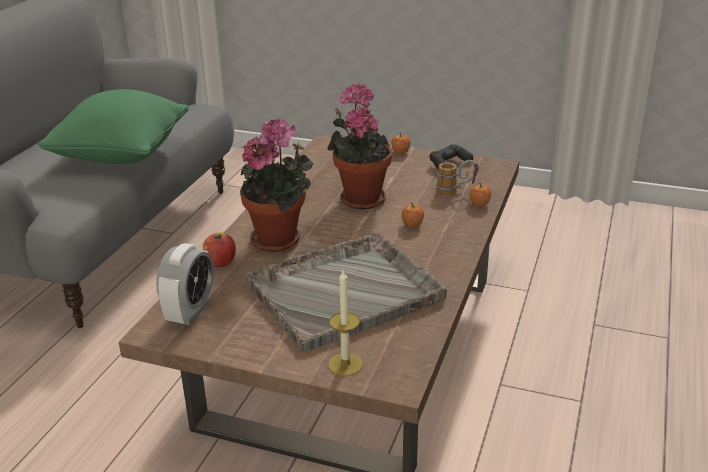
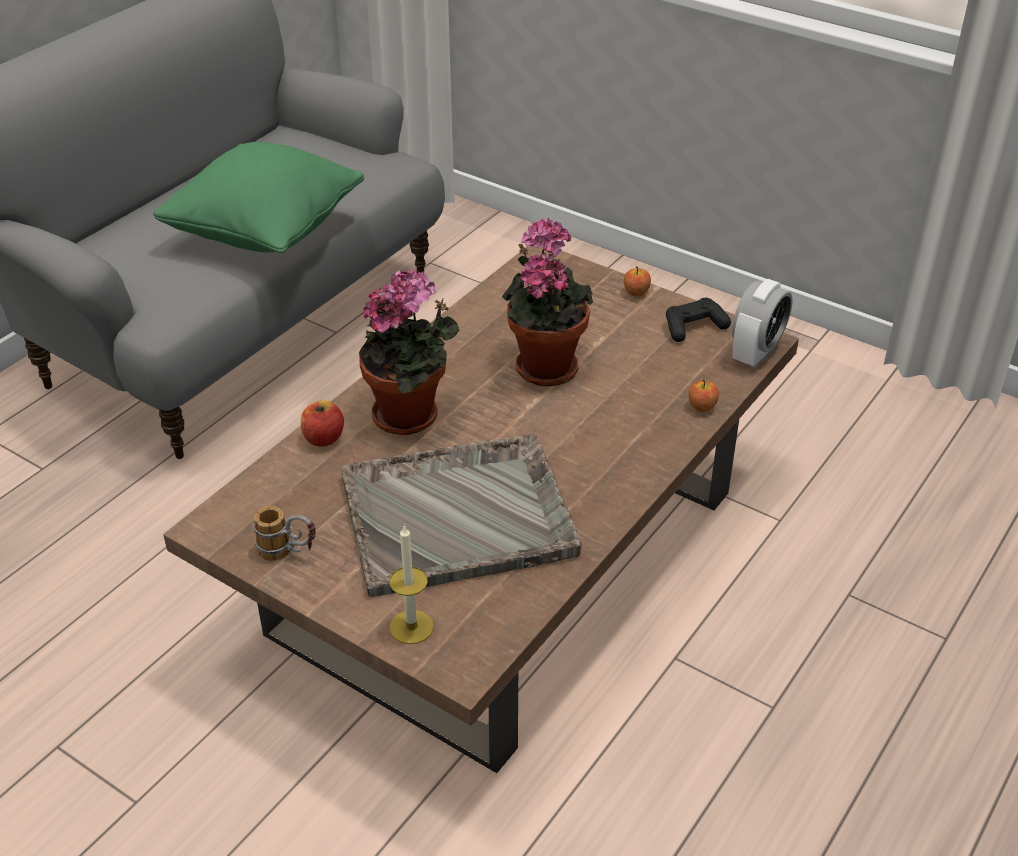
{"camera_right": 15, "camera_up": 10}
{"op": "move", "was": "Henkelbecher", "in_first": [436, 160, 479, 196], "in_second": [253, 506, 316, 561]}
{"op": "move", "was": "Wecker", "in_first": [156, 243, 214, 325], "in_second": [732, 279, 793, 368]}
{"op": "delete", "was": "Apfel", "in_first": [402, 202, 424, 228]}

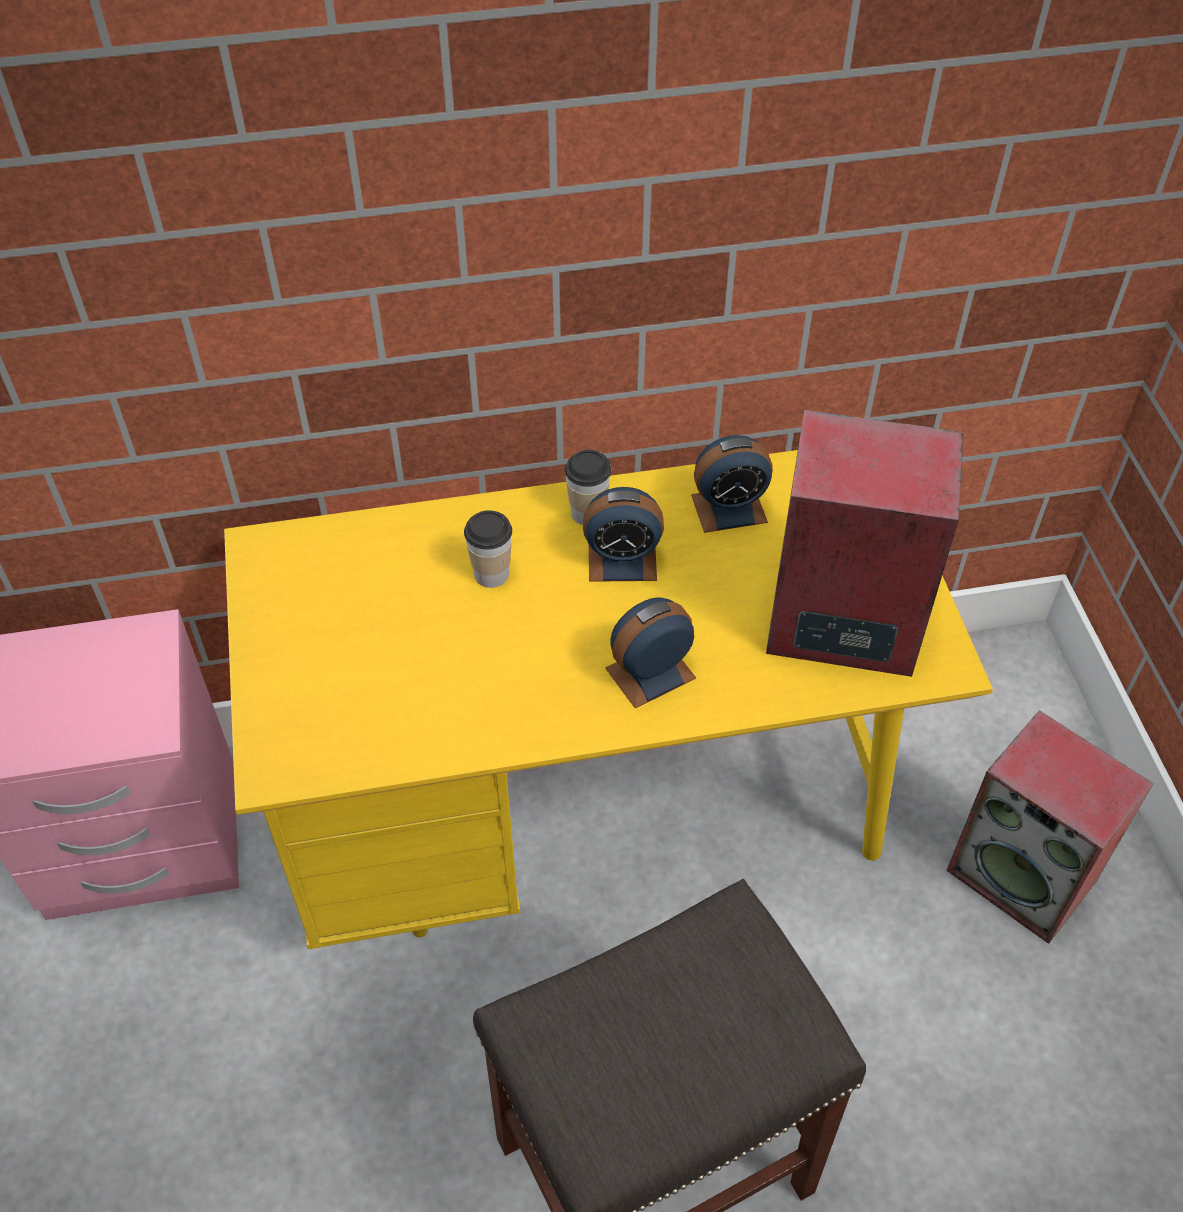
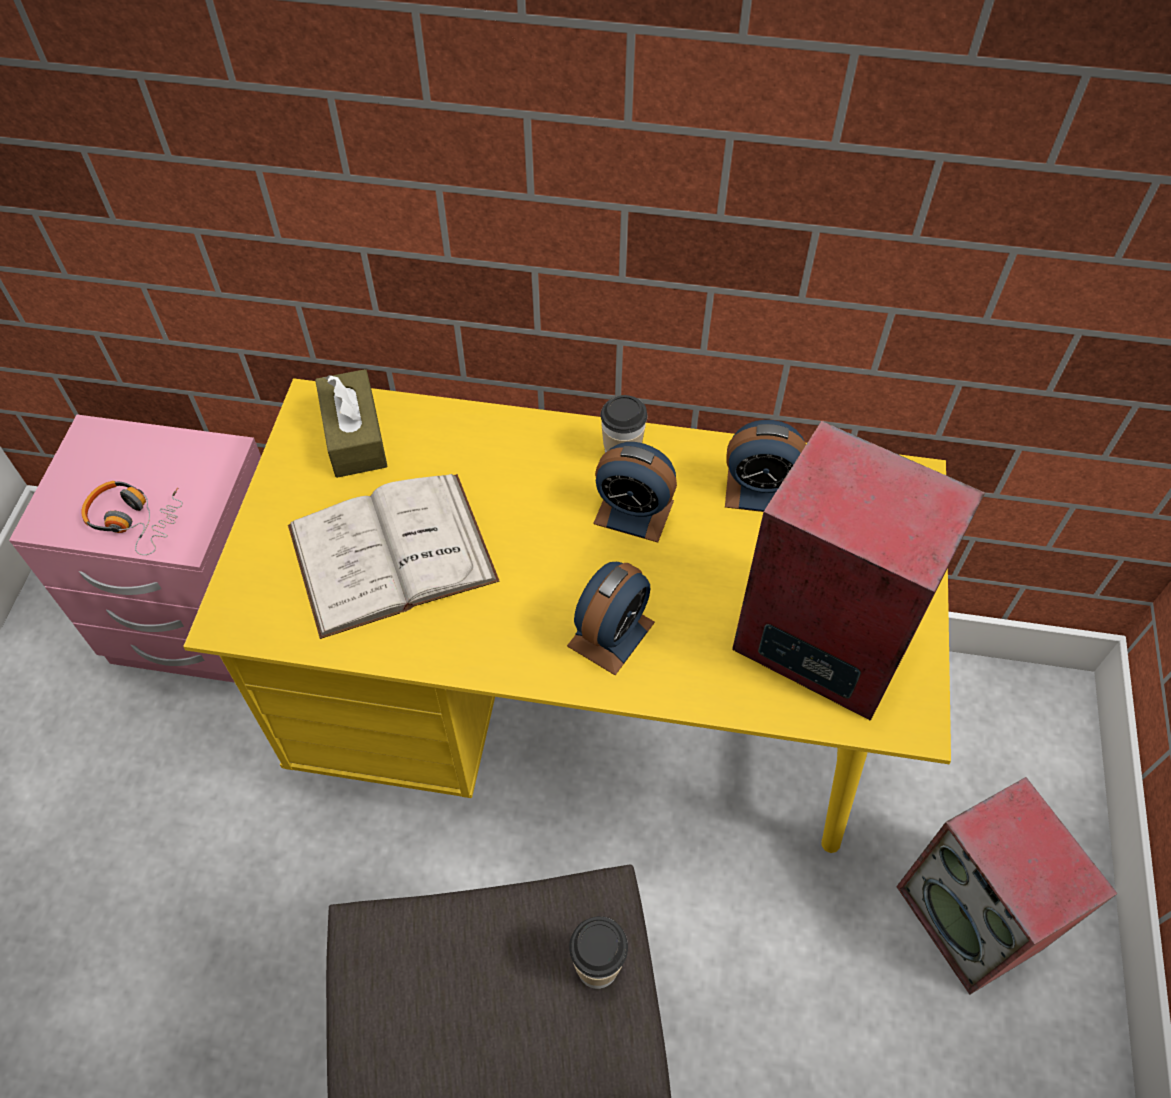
{"camera_right": 20, "camera_up": 5}
{"op": "insert", "now": "Kopfhörer", "in_second": [81, 481, 183, 555]}
{"op": "insert", "now": "Buch (weiß)", "in_second": [288, 474, 500, 639]}
{"op": "insert", "now": "Taschentuchbox (braun)", "in_second": [315, 369, 388, 478]}
{"op": "rotate", "was": "Wecker", "in_first": [605, 597, 696, 709], "in_second": [567, 562, 655, 675], "clockwise": 135}
{"op": "move", "was": "Tasse", "in_first": [464, 510, 512, 588], "in_second": [569, 916, 628, 989]}

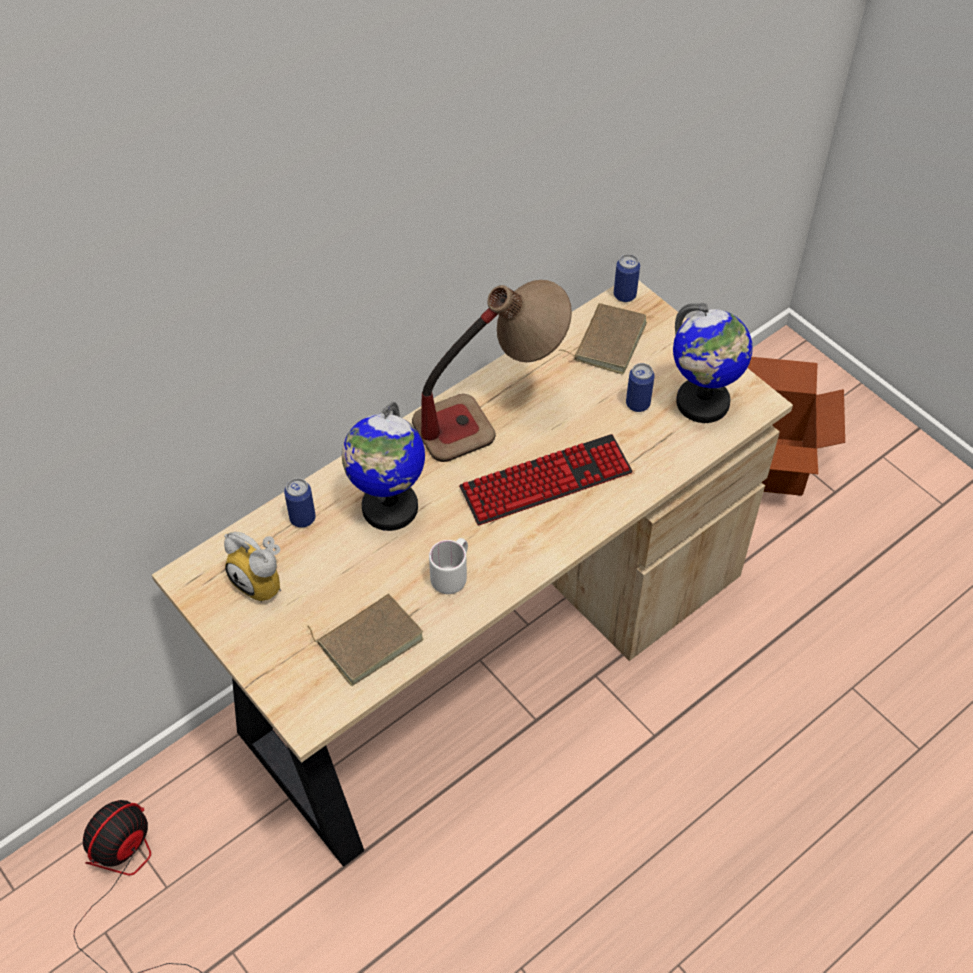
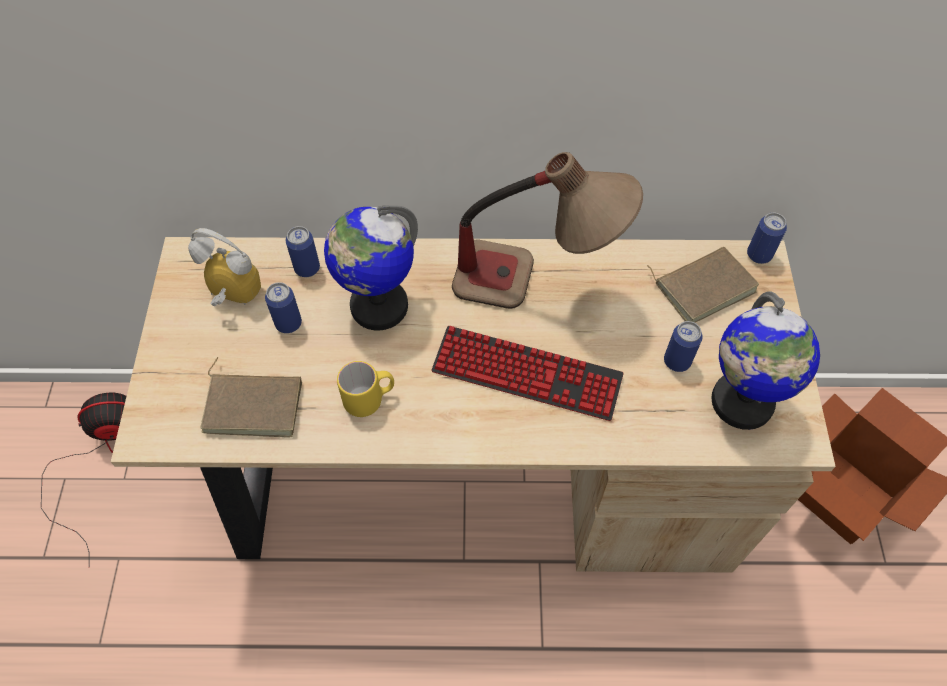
{"camera_right": 40, "camera_up": 5}
{"op": "rotate", "was": "Wecker", "in_first": [224, 532, 281, 602], "in_second": [188, 228, 261, 306], "clockwise": 120}
{"op": "insert", "now": "Dose", "in_second": [265, 282, 302, 333]}
{"op": "recolor", "was": "Henkelbecher (weiß)", "now": "Henkelbecher (gelb)", "in_first": [429, 538, 468, 594], "in_second": [337, 361, 394, 417]}

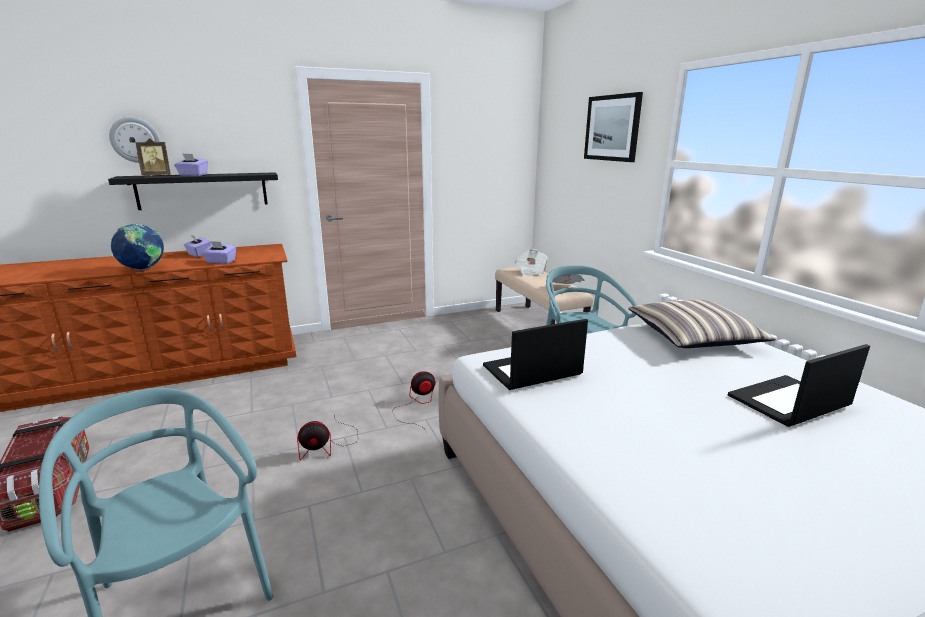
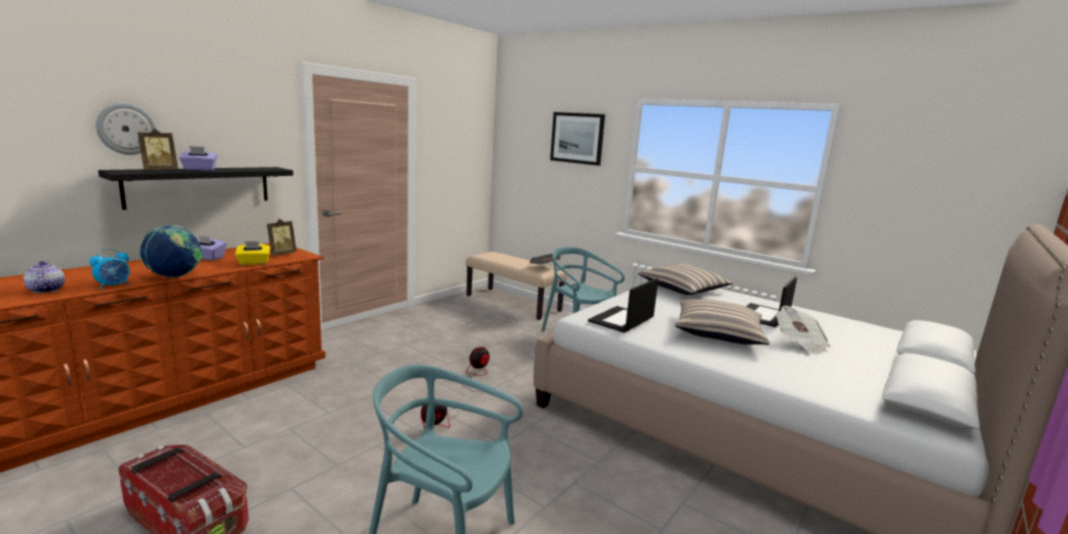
{"camera_right": -30, "camera_up": -5}
{"op": "insert", "now": "Teekanne", "in_second": [23, 261, 65, 293]}
{"op": "insert", "now": "Wecker", "in_second": [89, 249, 130, 290]}
{"op": "recolor", "was": "Taschentuchbox (lila)", "now": "Taschentuchbox (gelb)", "in_first": [202, 241, 236, 264], "in_second": [235, 241, 271, 265]}
{"op": "insert", "now": "Bilderrahmen", "in_second": [267, 219, 297, 256]}
{"op": "insert", "now": "Kissen", "in_second": [675, 299, 770, 345]}
{"op": "move", "was": "Zeitung", "in_first": [515, 249, 549, 277], "in_second": [776, 306, 831, 355]}

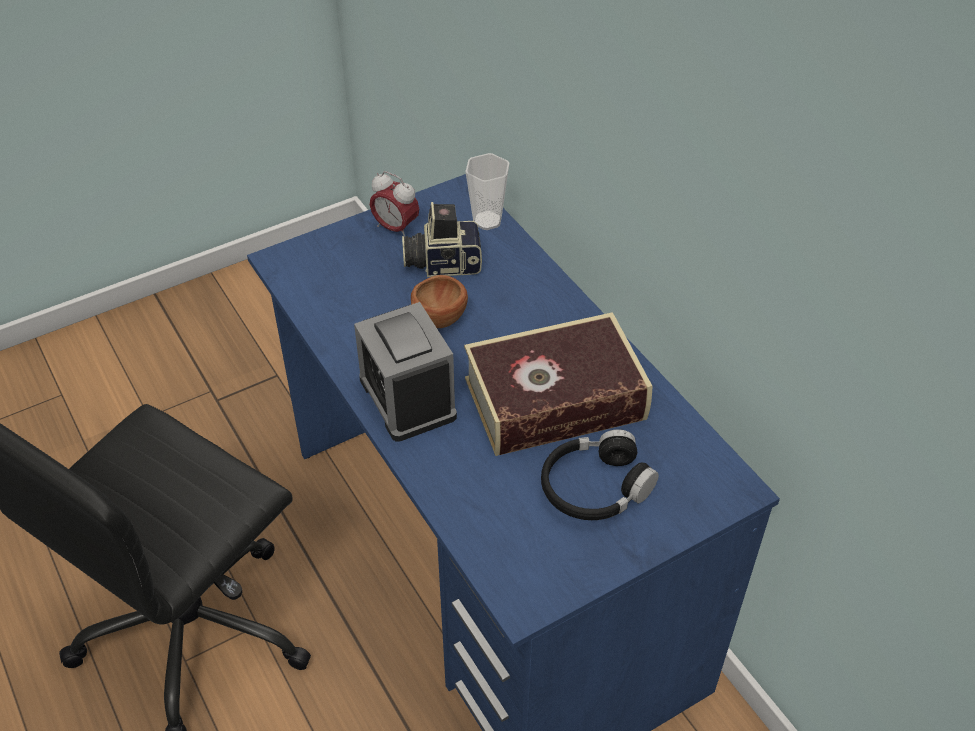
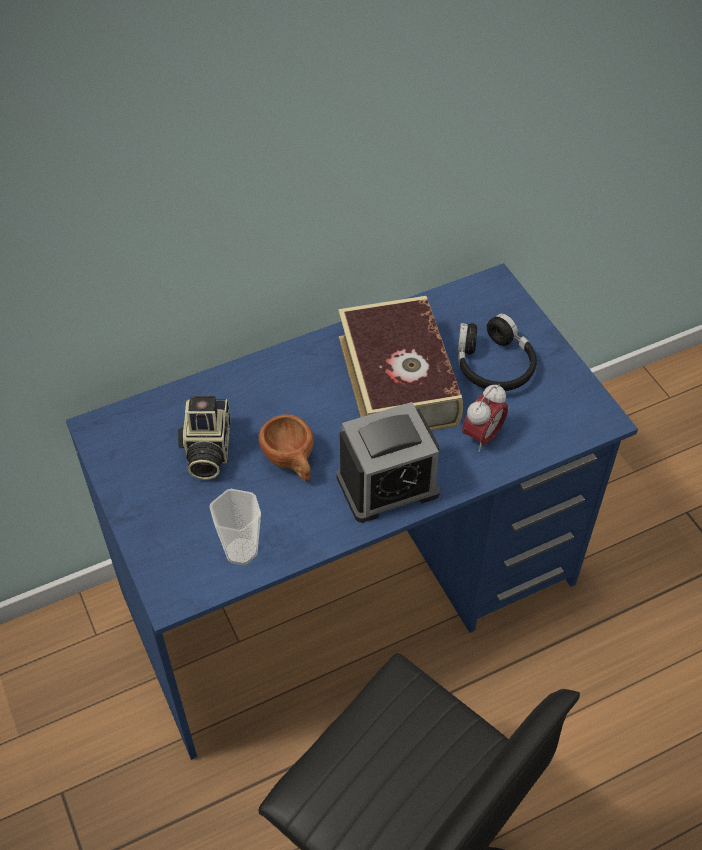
{"camera_right": -85, "camera_up": 5}
{"op": "move", "was": "Tasse", "in_first": [465, 153, 509, 230], "in_second": [209, 489, 261, 565]}
{"op": "move", "was": "Wecker", "in_first": [370, 171, 419, 237], "in_second": [462, 384, 508, 452]}

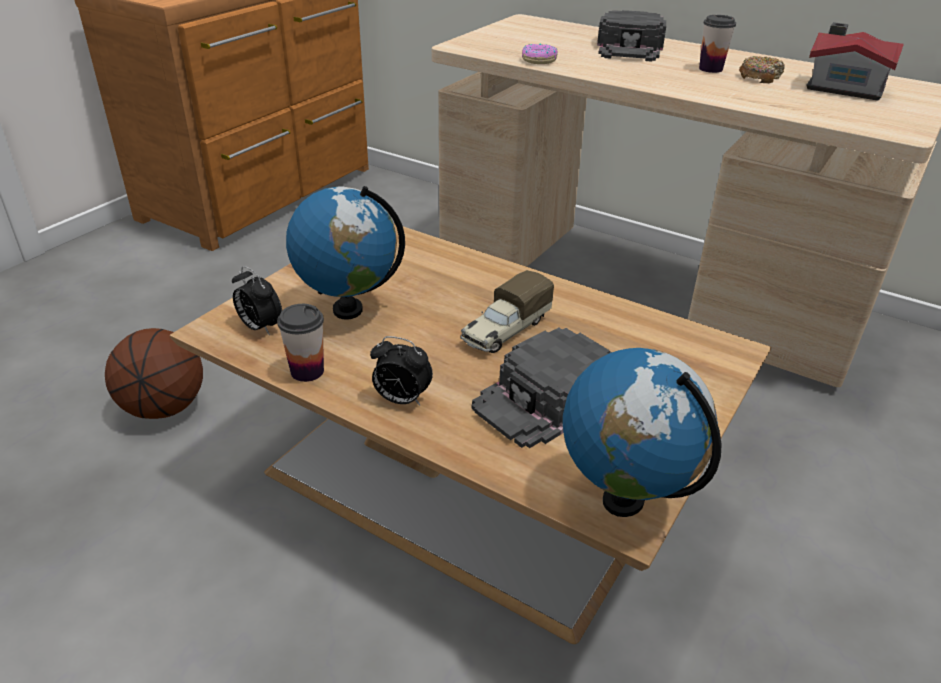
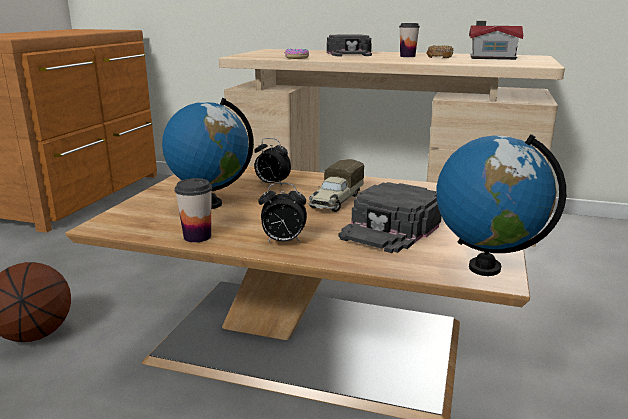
{"camera_right": -15, "camera_up": -15}
{"op": "move", "was": "Wecker", "in_first": [232, 266, 282, 336], "in_second": [254, 138, 291, 185]}

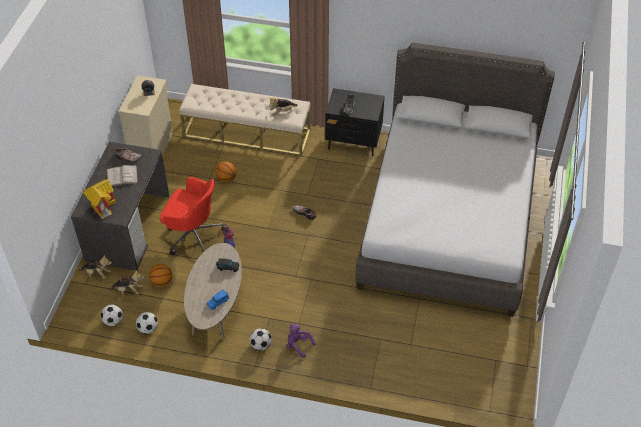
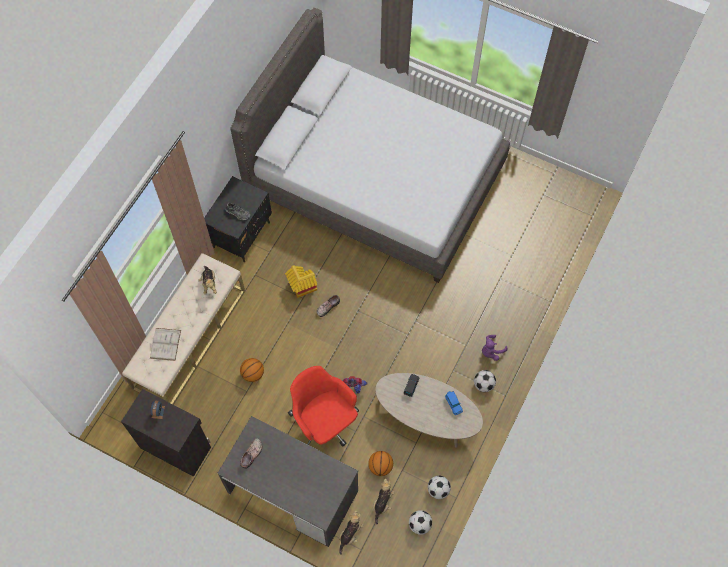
{"camera_right": -75, "camera_up": 15}
{"op": "recolor", "was": "Schrank (beige)", "now": "Schrank (schwarz)", "in_first": [119, 75, 173, 156], "in_second": [121, 389, 211, 477]}
{"op": "move", "was": "Buch (weiß)", "in_first": [107, 165, 138, 186], "in_second": [150, 328, 181, 361]}
{"op": "move", "was": "Spielzeughaus", "in_first": [83, 179, 116, 219], "in_second": [285, 265, 317, 298]}
{"op": "rotate", "was": "Bürostuhl (rot)", "in_first": [160, 177, 227, 255], "in_second": [288, 366, 359, 447], "clockwise": -75}

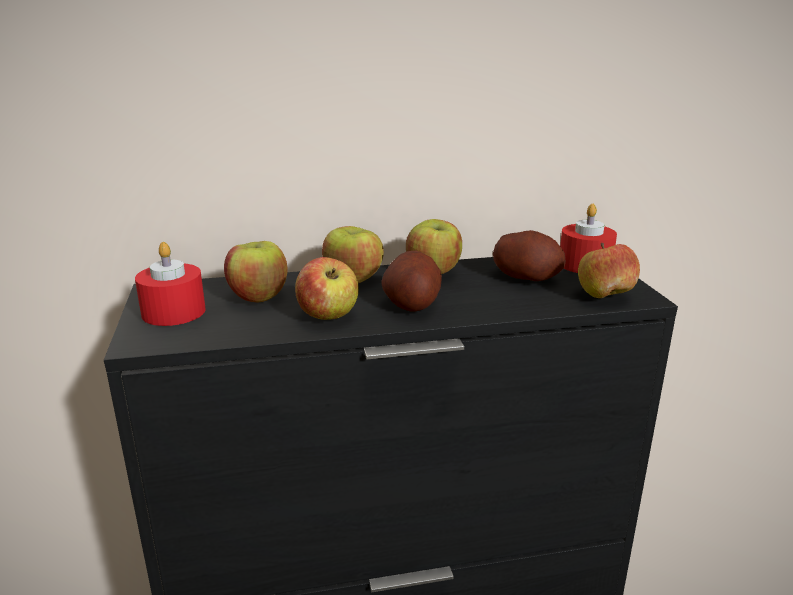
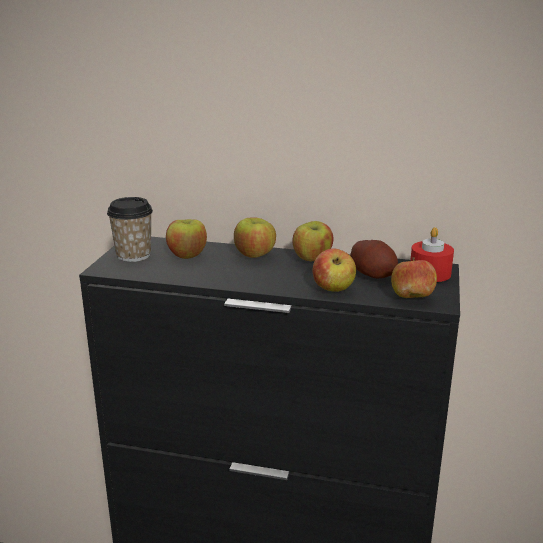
{"camera_right": 25, "camera_up": 0}
{"op": "replace", "was": "Kerze (rot)", "now": "Tasse", "in_first": [135, 242, 206, 326], "in_second": [107, 197, 153, 262]}
{"op": "move", "was": "Apfel", "in_first": [295, 257, 359, 320], "in_second": [312, 248, 356, 292]}
{"op": "delete", "was": "Kartoffel", "in_first": [381, 251, 442, 312]}

